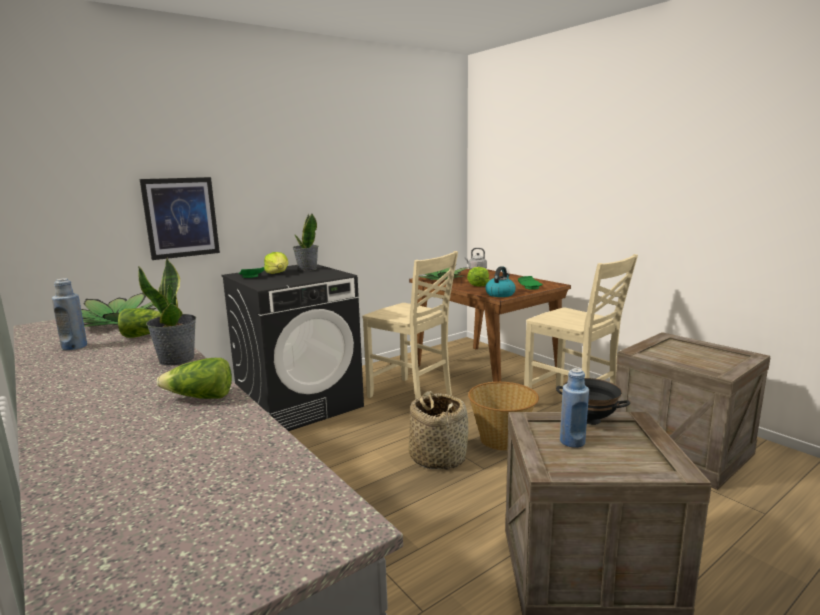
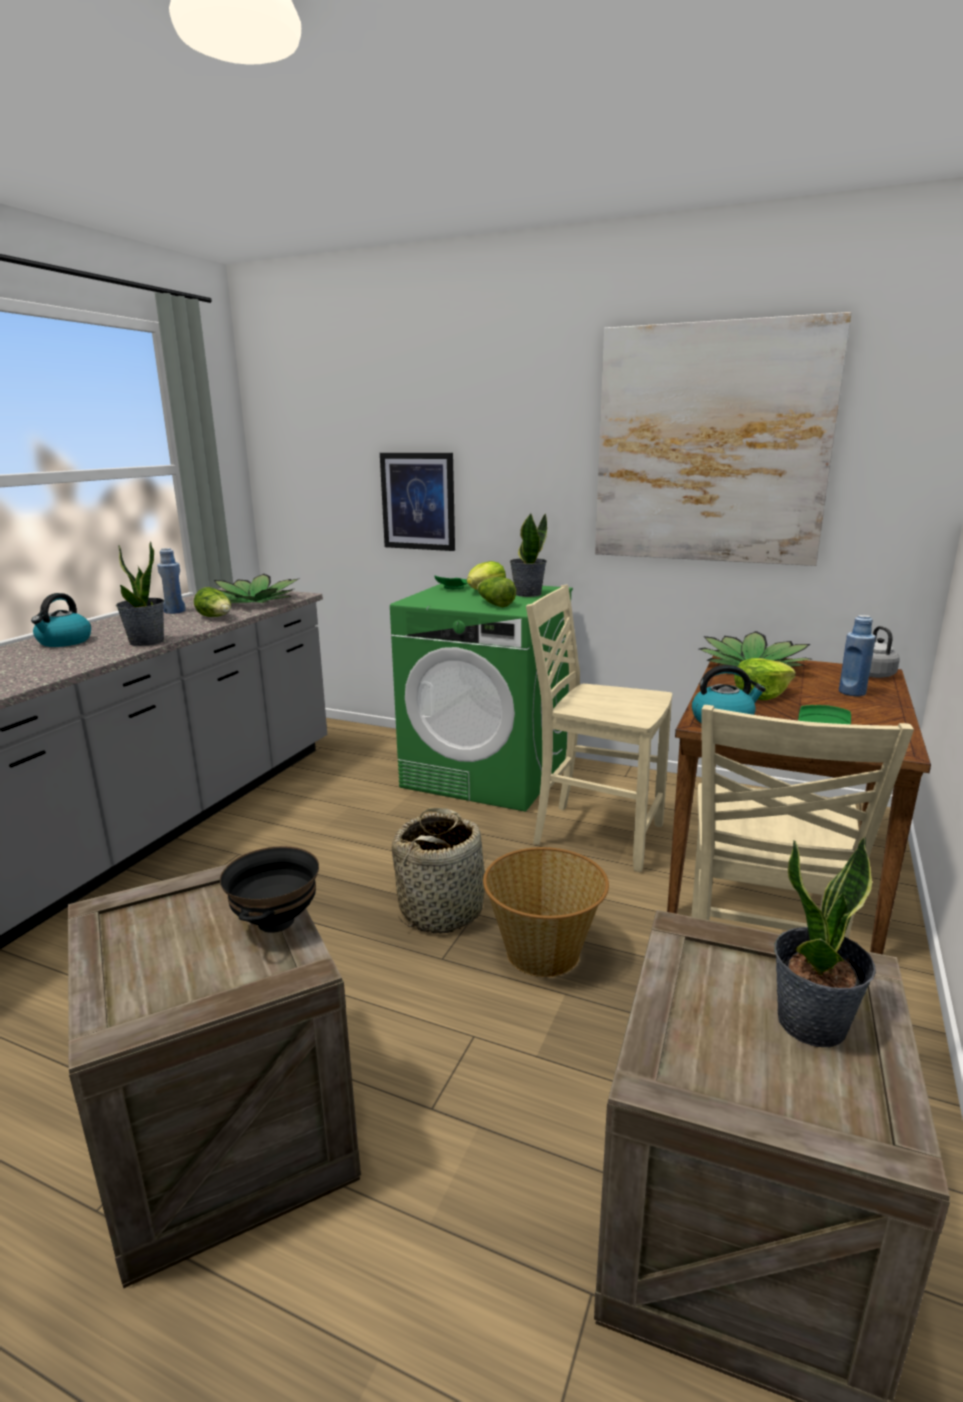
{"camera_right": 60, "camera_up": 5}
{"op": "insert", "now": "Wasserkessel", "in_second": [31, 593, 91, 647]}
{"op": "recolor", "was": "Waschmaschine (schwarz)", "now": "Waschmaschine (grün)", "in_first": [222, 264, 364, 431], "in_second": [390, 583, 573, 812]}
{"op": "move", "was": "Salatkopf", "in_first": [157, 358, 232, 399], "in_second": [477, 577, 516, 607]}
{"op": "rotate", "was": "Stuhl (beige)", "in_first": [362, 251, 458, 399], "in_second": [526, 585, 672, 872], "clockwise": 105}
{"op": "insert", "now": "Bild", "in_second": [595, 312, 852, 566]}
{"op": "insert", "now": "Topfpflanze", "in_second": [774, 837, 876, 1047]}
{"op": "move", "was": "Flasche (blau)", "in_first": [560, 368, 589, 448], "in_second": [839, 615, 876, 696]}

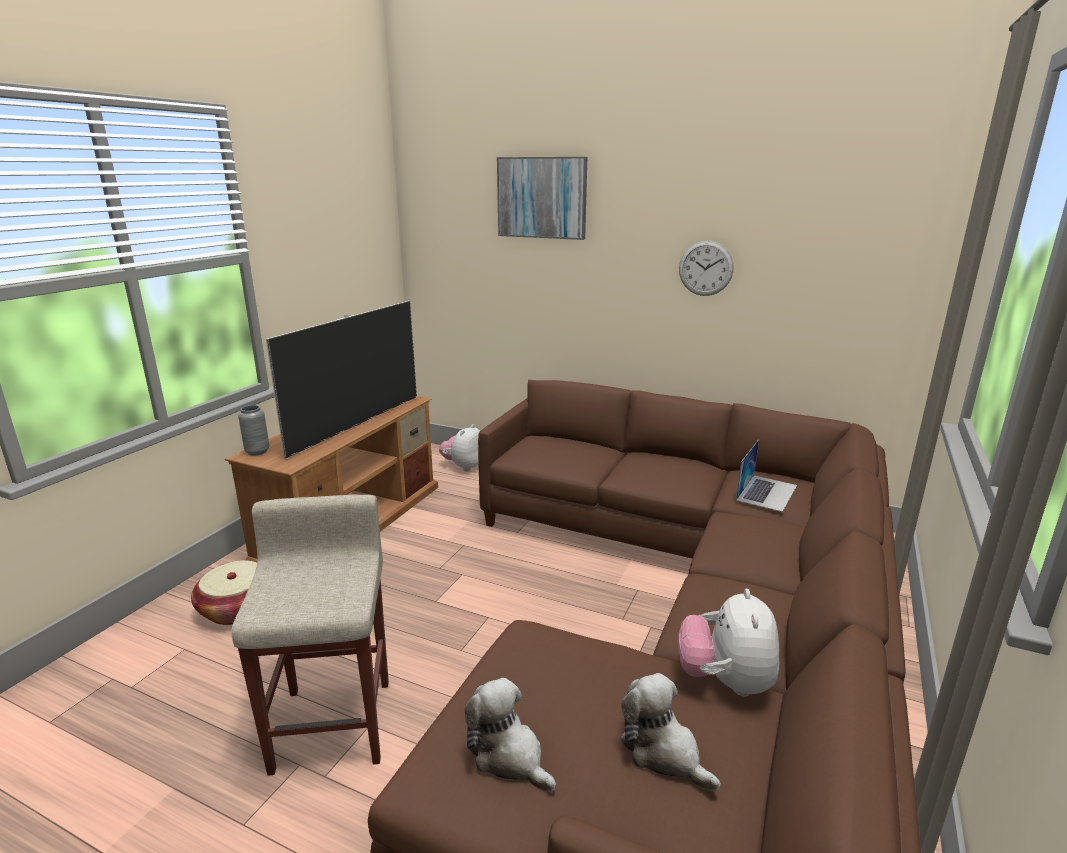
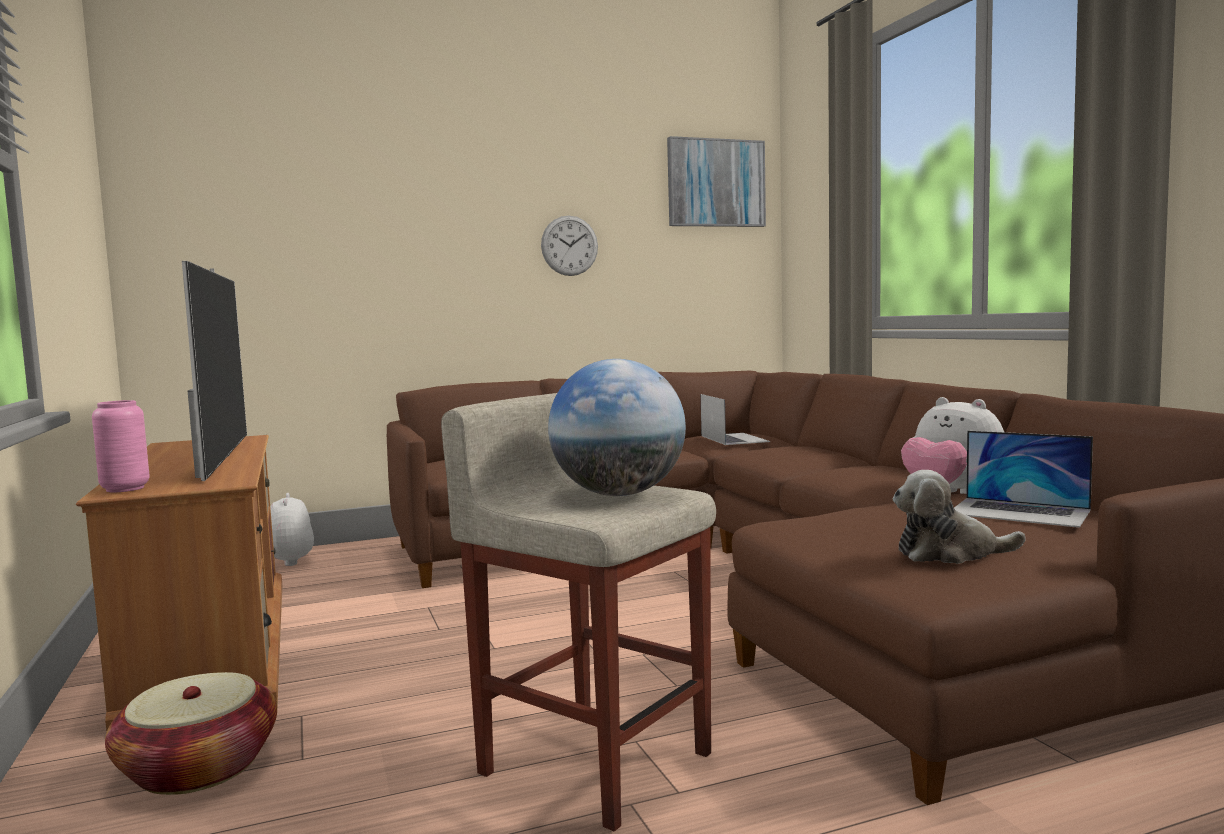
{"camera_right": -45, "camera_up": -15}
{"op": "recolor", "was": "Vase (grau)", "now": "Vase (rosa)", "in_first": [238, 405, 269, 456], "in_second": [92, 400, 150, 492]}
{"op": "insert", "now": "Globus", "in_second": [548, 359, 686, 496]}
{"op": "move", "was": "Bild", "in_first": [497, 157, 587, 240], "in_second": [667, 136, 766, 227]}
{"op": "replace", "was": "Plüschtier", "now": "Laptop", "in_first": [621, 673, 721, 791], "in_second": [954, 431, 1093, 528]}

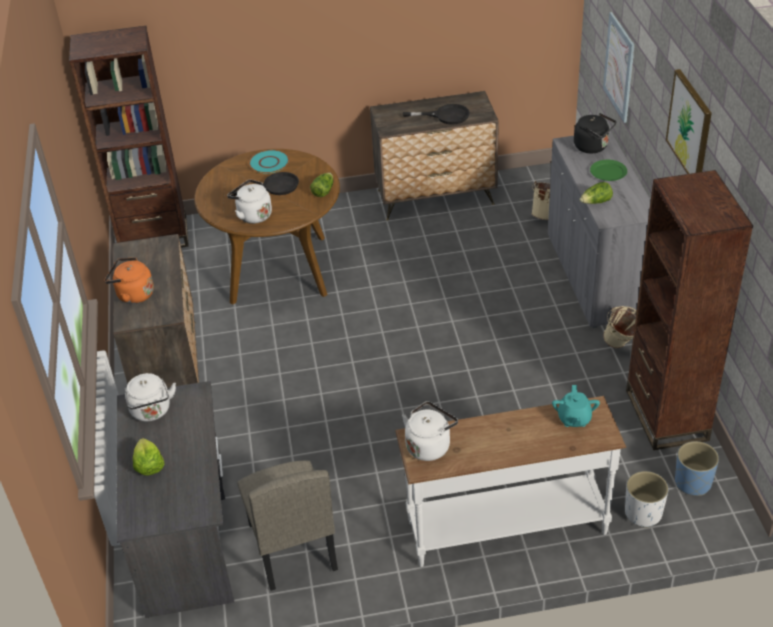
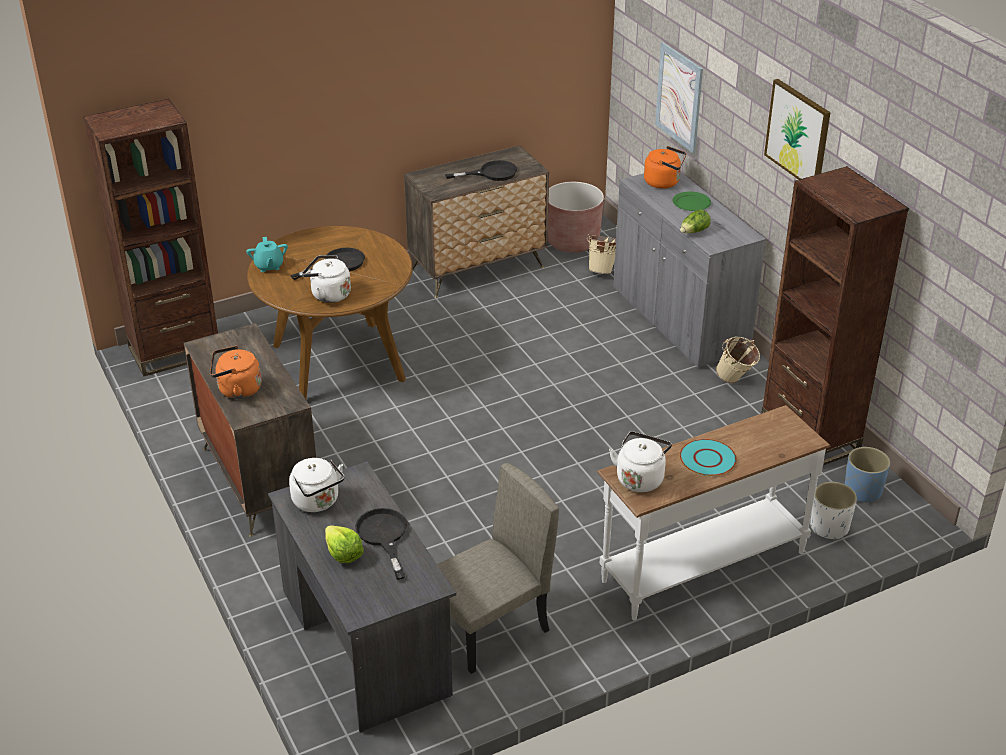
{"camera_right": -20, "camera_up": -5}
{"op": "move", "was": "Teekanne (türkis)", "in_first": [552, 385, 600, 427], "in_second": [246, 237, 288, 272]}
{"op": "insert", "now": "Pfanne (schwarz)", "in_second": [355, 508, 407, 580]}
{"op": "rotate", "was": "Stuhl (beige)", "in_first": [237, 461, 338, 591], "in_second": [437, 463, 559, 674], "clockwise": -90}
{"op": "insert", "now": "Pflanzkübel (braun)", "in_second": [548, 182, 604, 253]}
{"op": "recolor", "was": "Wasserkessel (schwarz)", "now": "Wasserkessel (orange)", "in_first": [574, 113, 616, 153], "in_second": [644, 146, 686, 189]}
{"op": "move", "was": "Teller (türkis)", "in_first": [249, 150, 289, 174], "in_second": [679, 439, 737, 476]}
{"op": "delete", "was": "Salatkopf", "in_first": [310, 173, 333, 197]}

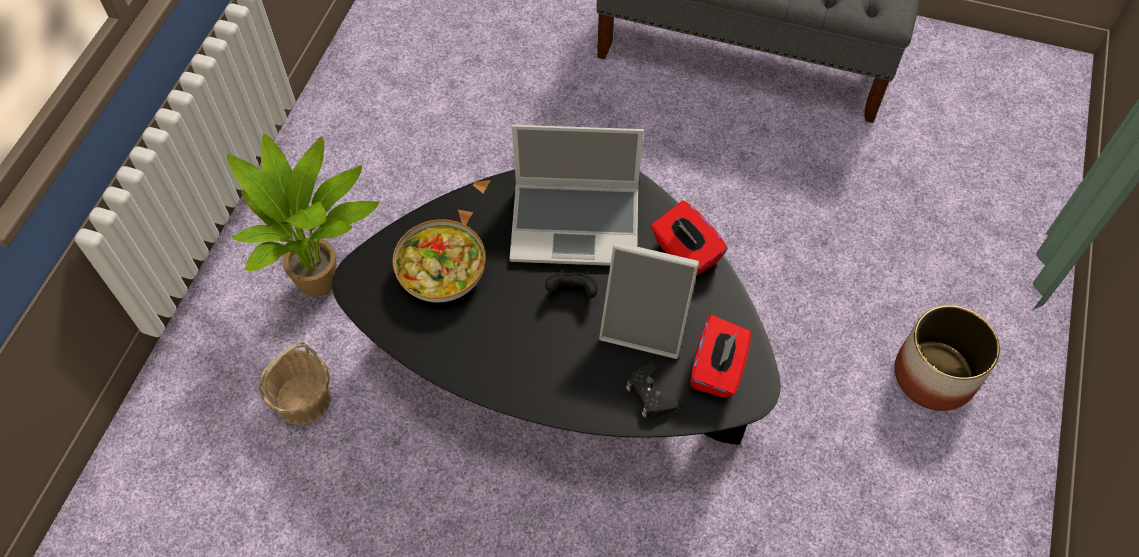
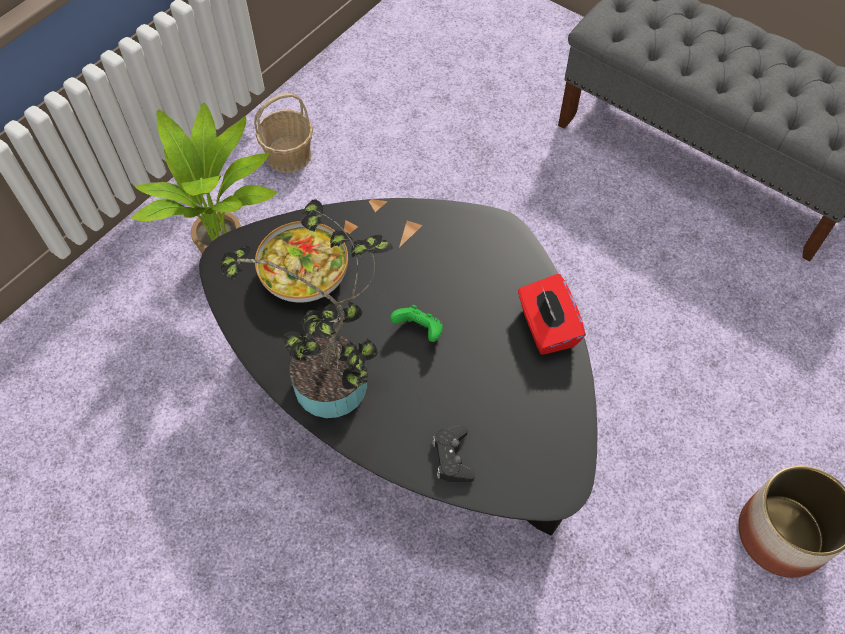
{"camera_right": 20, "camera_up": 0}
{"op": "insert", "now": "Topfpflanze", "in_second": [221, 200, 393, 418]}
{"op": "move", "was": "Korb", "in_first": [259, 341, 331, 425], "in_second": [254, 93, 313, 173]}
{"op": "recolor", "was": "Gamepad (schwarz)", "now": "Gamepad (grün)", "in_first": [545, 269, 598, 298], "in_second": [390, 305, 443, 342]}
{"op": "delete", "was": "Laptop", "in_first": [509, 125, 644, 266]}
{"op": "delete", "was": "Bilderrahmen", "in_first": [599, 242, 699, 359]}
{"op": "delete", "was": "Taschentuchbox (rot)", "in_first": [690, 315, 751, 398]}

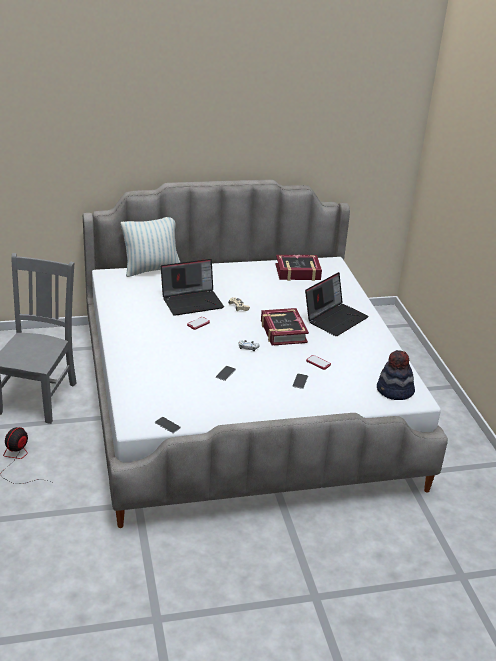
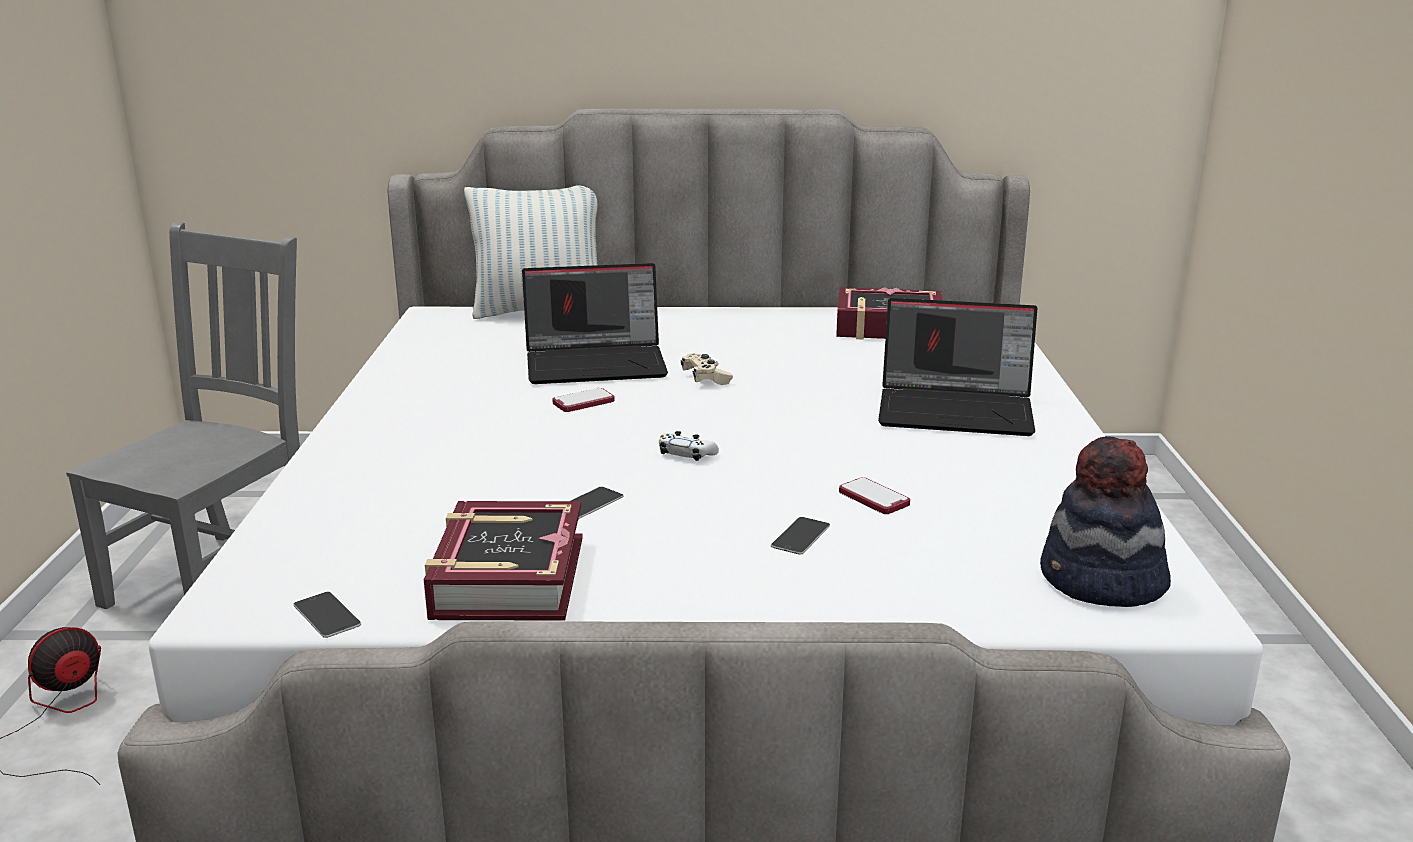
{"camera_right": 15, "camera_up": -10}
{"op": "move", "was": "Buch", "in_first": [261, 308, 309, 346], "in_second": [424, 501, 583, 621]}
{"op": "rotate", "was": "Laptop", "in_first": [305, 272, 369, 336], "in_second": [878, 298, 1037, 436], "clockwise": 45}

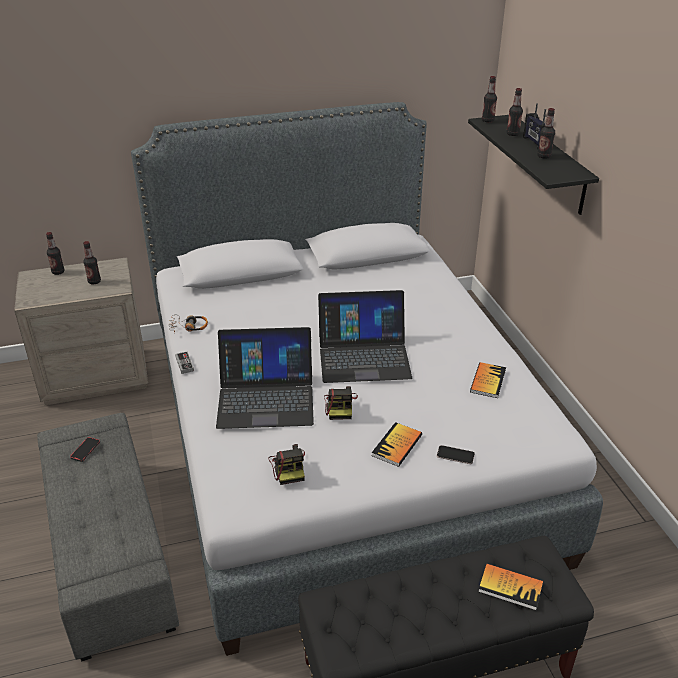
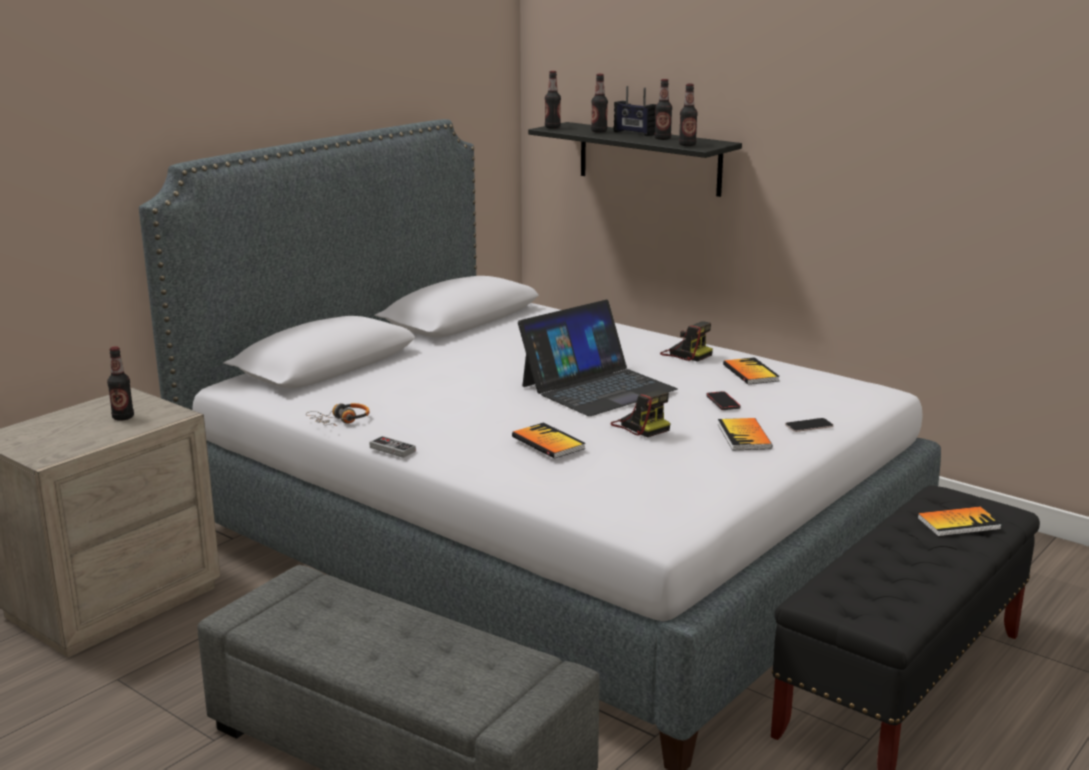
{"camera_right": -35, "camera_up": -15}
{"op": "replace", "was": "Laptop", "now": "Buch", "in_first": [216, 327, 314, 429], "in_second": [512, 422, 586, 459]}
{"op": "move", "was": "Kamera", "in_first": [269, 444, 305, 485], "in_second": [660, 321, 713, 362]}
{"op": "move", "was": "Flasche", "in_first": [46, 232, 64, 275], "in_second": [679, 84, 698, 146]}
{"op": "move", "was": "Handy", "in_first": [70, 437, 100, 462], "in_second": [706, 391, 740, 410]}

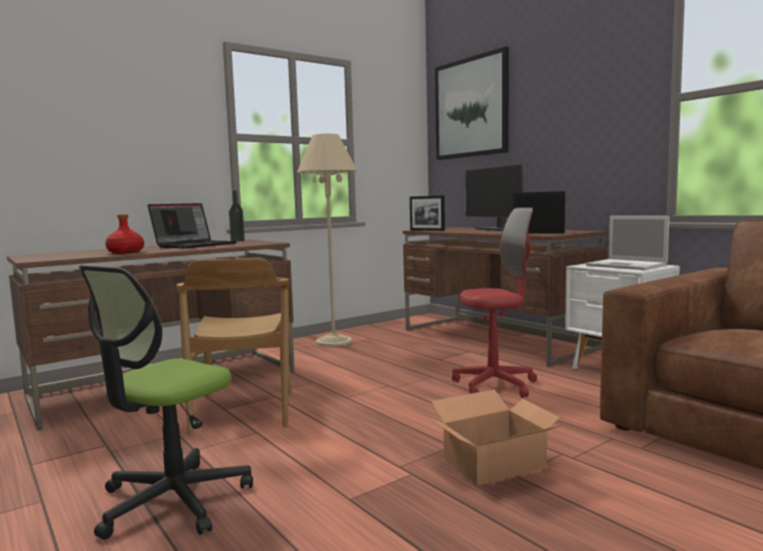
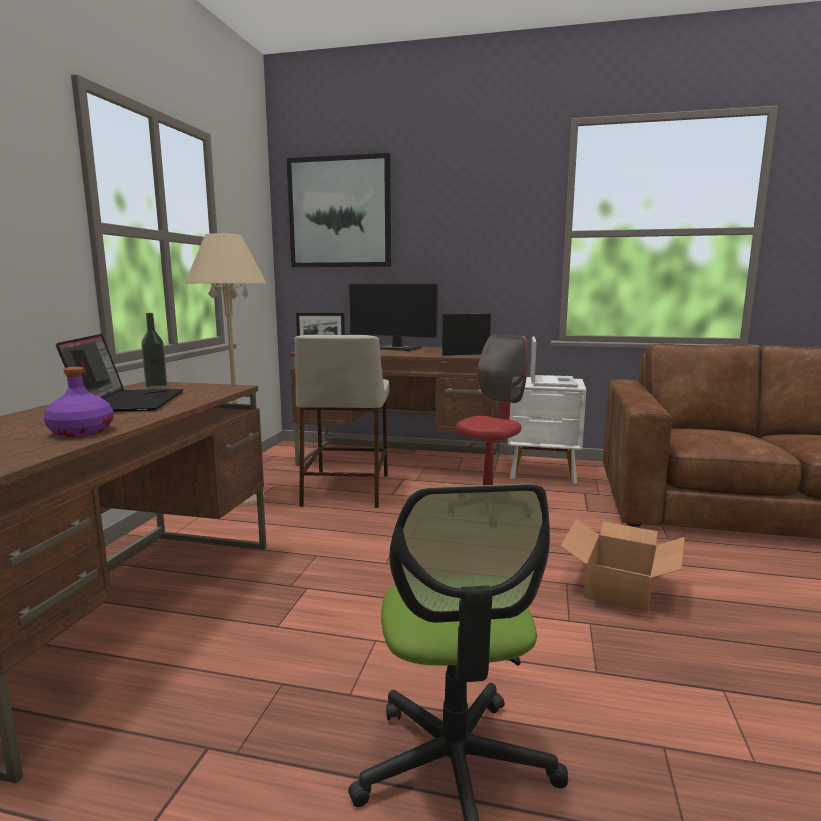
{"camera_right": -40, "camera_up": 5}
{"op": "recolor", "was": "Flasche (rot)", "now": "Flasche (lila)", "in_first": [105, 214, 144, 254], "in_second": [44, 367, 114, 437]}
{"op": "insert", "now": "Hocker (beige)", "in_second": [294, 335, 389, 508]}
{"op": "rotate", "was": "Laptop", "in_first": [586, 216, 669, 270], "in_second": [530, 337, 578, 387], "clockwise": -90}
{"op": "delete", "was": "Stuhl (braun)", "in_first": [177, 257, 292, 435]}

